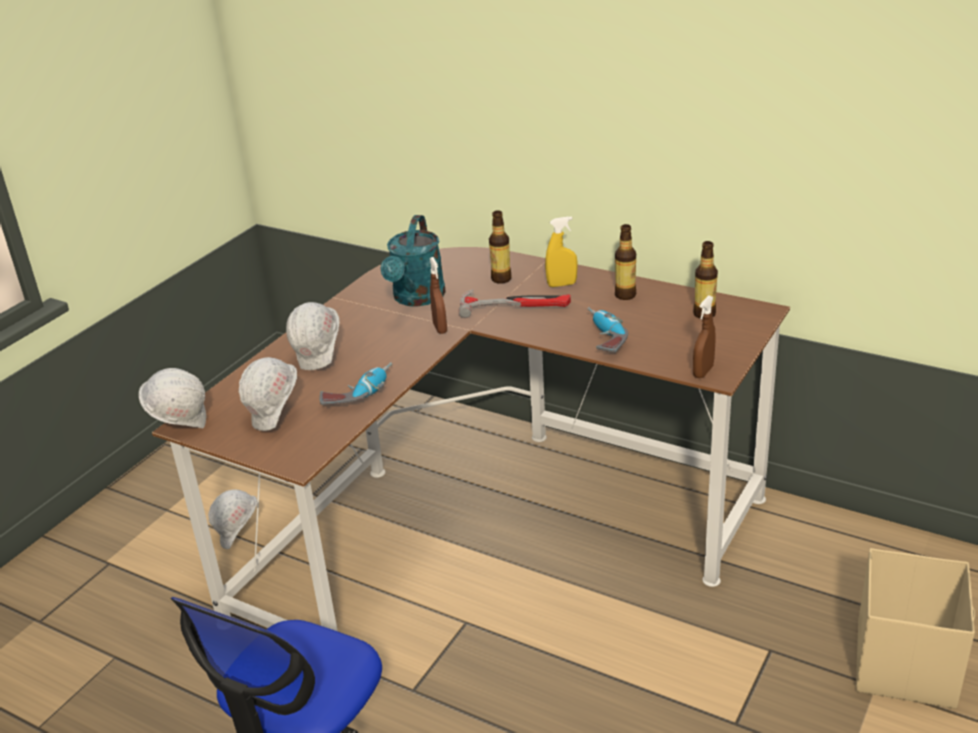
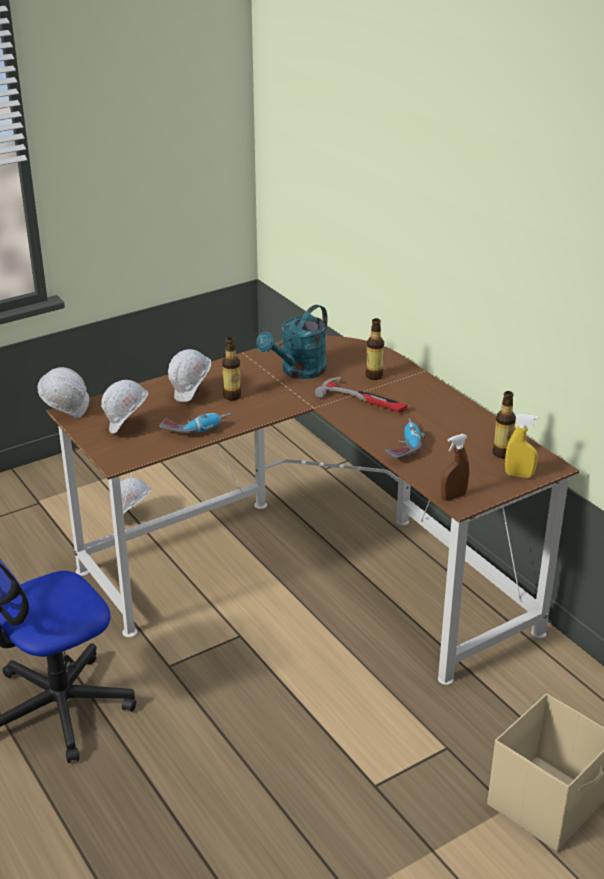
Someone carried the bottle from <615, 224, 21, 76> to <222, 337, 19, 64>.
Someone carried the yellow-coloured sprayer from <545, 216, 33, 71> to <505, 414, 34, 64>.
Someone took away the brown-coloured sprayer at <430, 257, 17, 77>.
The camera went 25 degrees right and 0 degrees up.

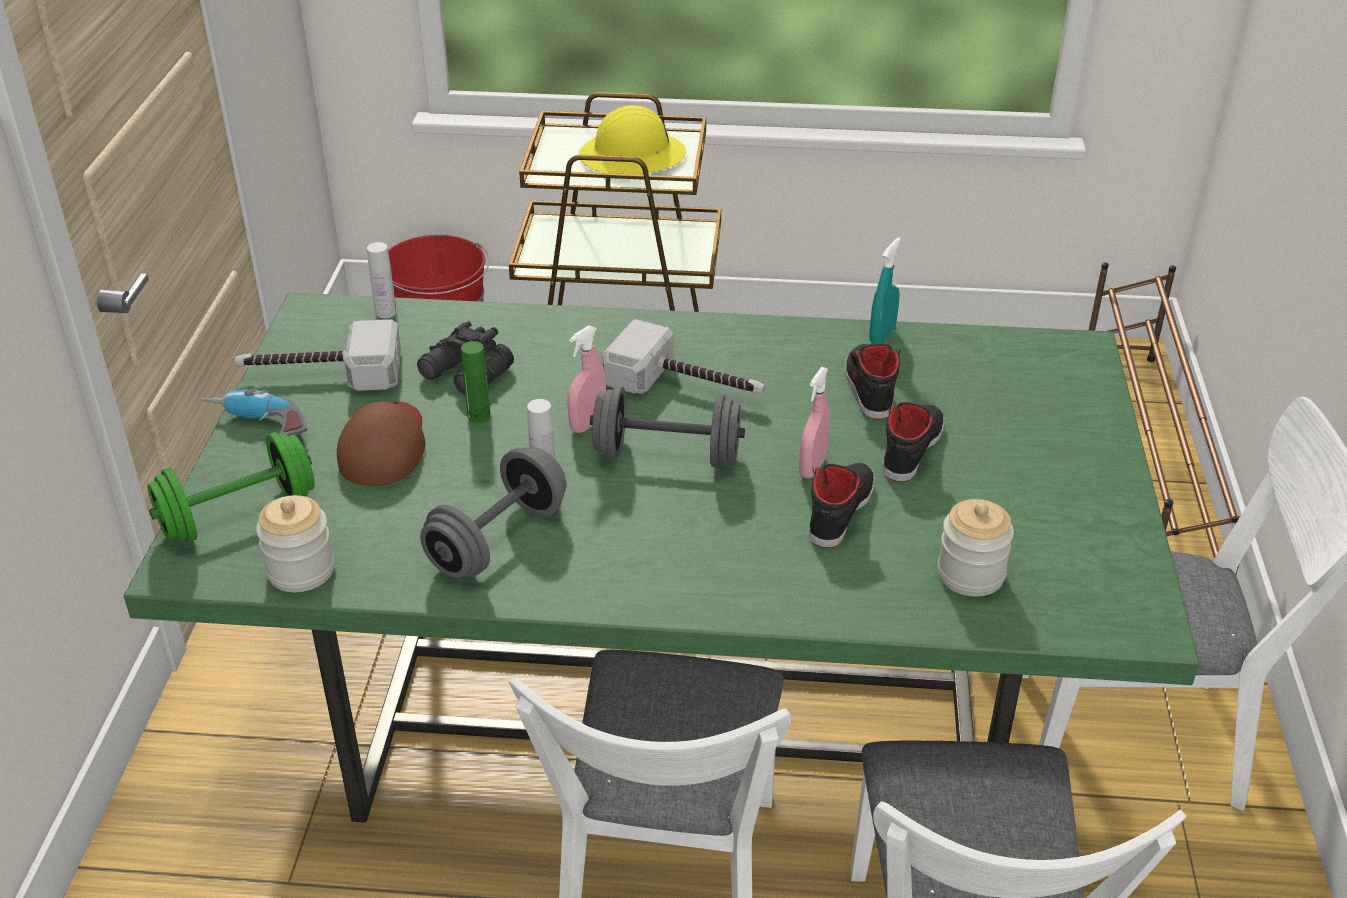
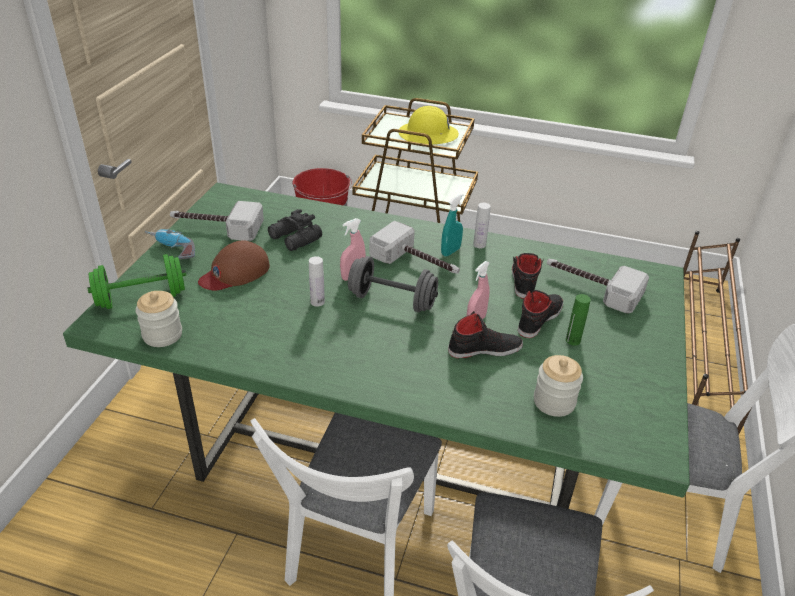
Someone rotated the brown-coloured cap at <337, 402, 88, 84> by 150 degrees counterclockwise.
Someone carried the turquoise-coloured sprayer from <869, 237, 32, 107> to <441, 194, 23, 62>.
Someone rotated the black shoe at <809, 463, 66, 85> by 45 degrees clockwise.
Someone carried the white bottle from <367, 242, 30, 76> to <473, 203, 18, 45>.
Someone put down the tool hammer at <547, 259, 102, 55>.
Someone carried the green bottle from <461, 341, 30, 82> to <566, 294, 25, 52>.
Someone took away the greyish hand weight at <420, 447, 147, 131>.
The camera went 10 degrees right and 0 degrees up.

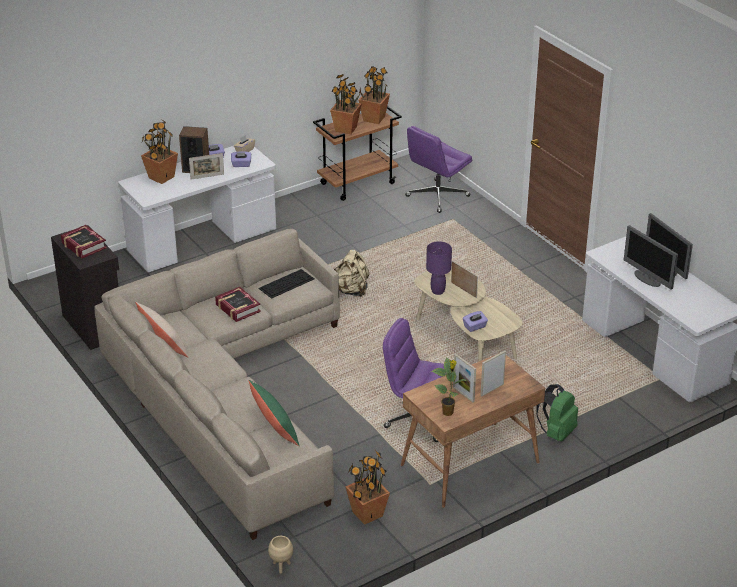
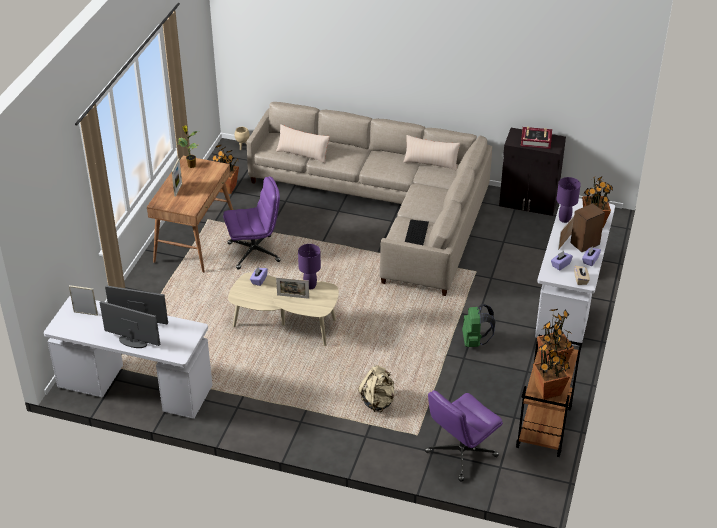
Someone carried the picture frame from <453, 354, 23, 48> to <69, 285, 29, 31>.
Someone repainted the green throw pillow at <248, 380, 52, 66>, which became the sand-coloured throw pillow at <276, 124, 54, 39>.
Someone carried the sand-coloured knapsack from <334, 249, 35, 48> to <358, 365, 36, 47>.
Someone rotated the purple-coloured computer chair at <405, 126, 68, 87> by 135 degrees counterclockwise.
Someone carried the green knapsack from <537, 384, 41, 58> to <462, 304, 33, 43>.
Someone put down the purple-coloured tabletop lamp at <556, 177, 25, 46>.
Someone took away the volume at <215, 287, 46, 35>.
The camera went 140 degrees right and 5 degrees up.

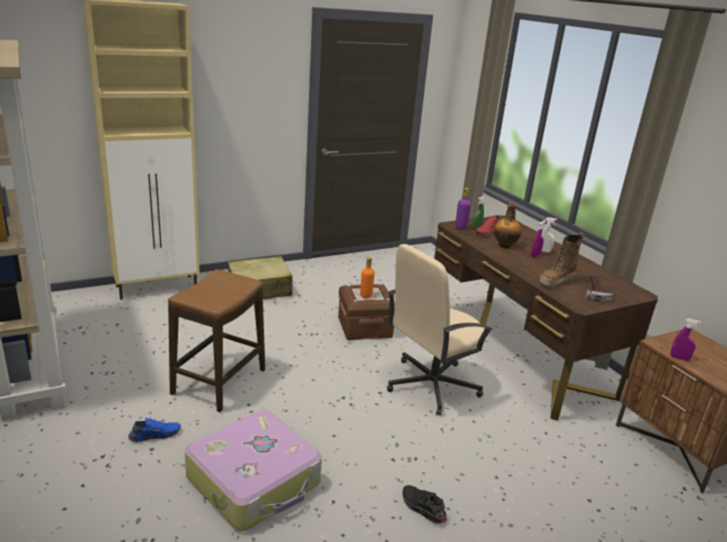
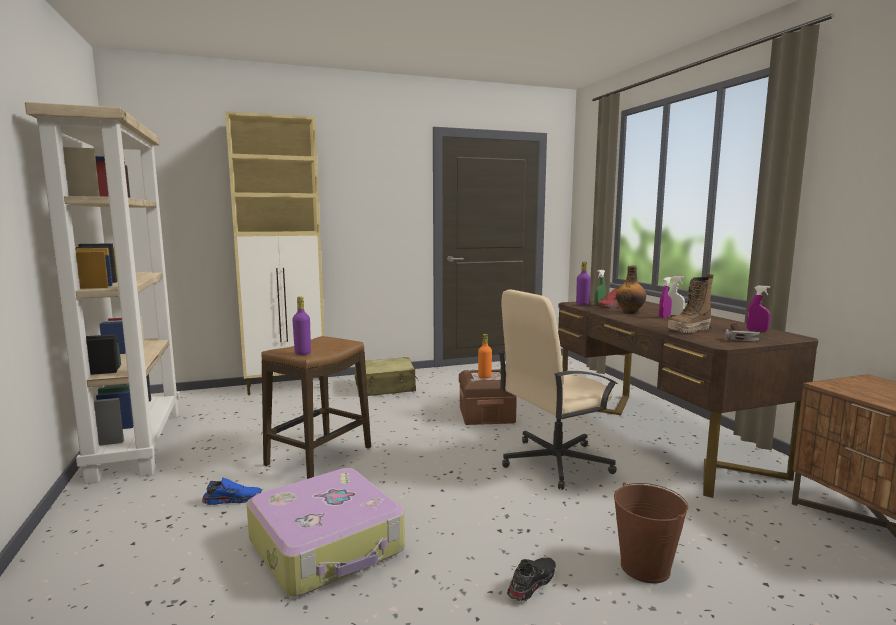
Someone put down the purple-coloured bottle at <292, 297, 19, 58>.
Someone rotated the black shoe at <403, 485, 44, 39> by 75 degrees clockwise.
Someone put down the brown-coloured bucket at <614, 482, 74, 101>.
Someone carried the purple-coloured sprayer from <670, 319, 31, 42> to <747, 286, 23, 46>.
The camera went 10 degrees right and 15 degrees down.

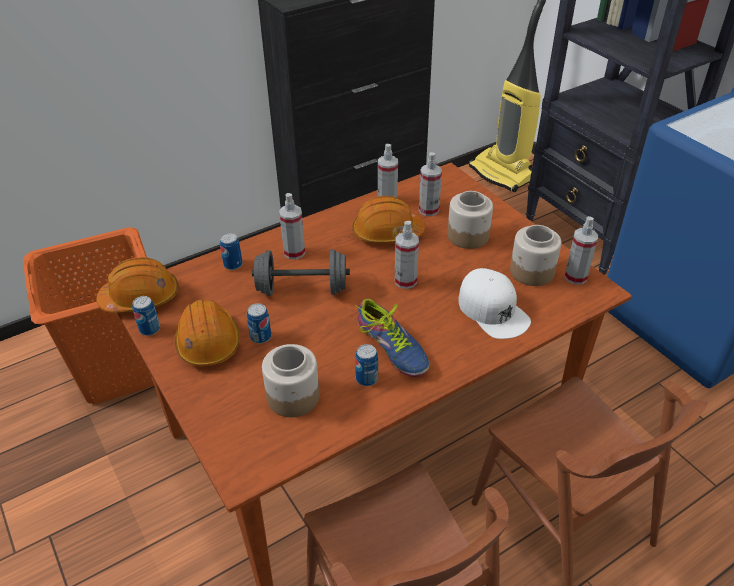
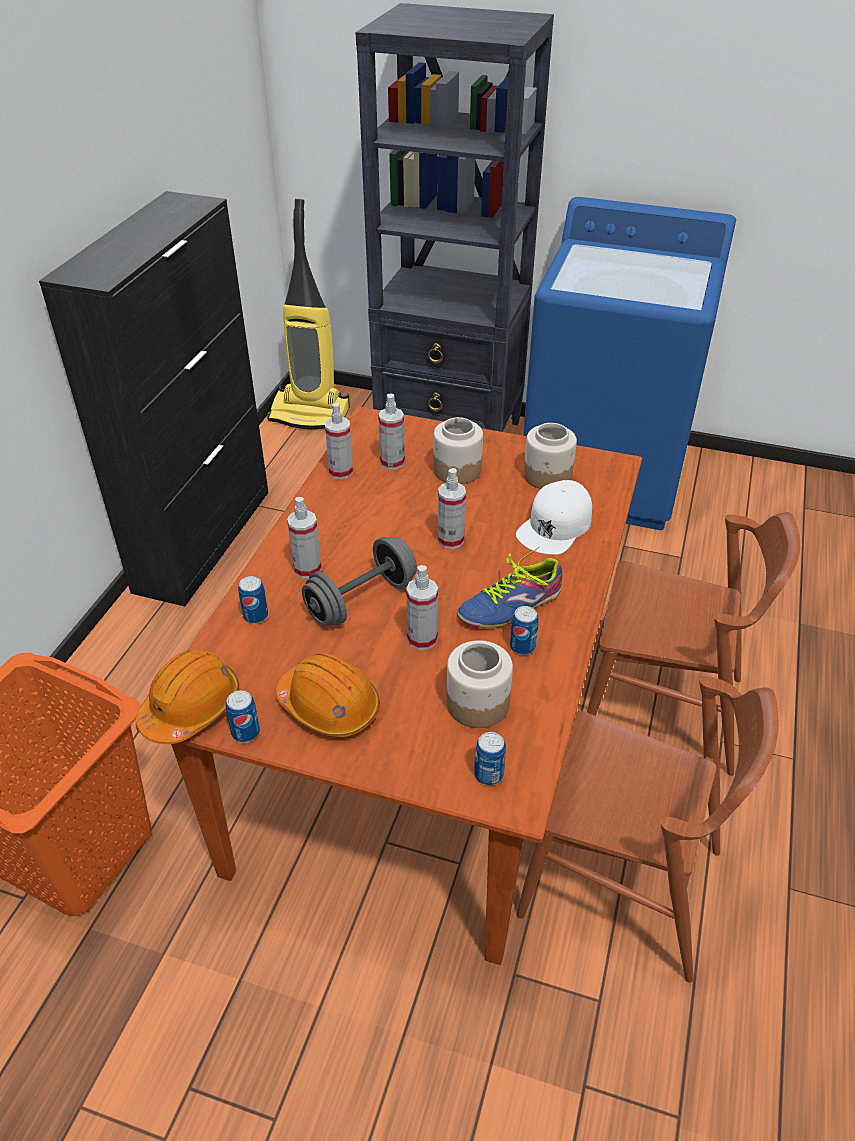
Someone carried the sprayer from <565, 216, 33, 68> to <406, 565, 32, 85>.
Someone rotated the shoe at <355, 299, 75, 78> by 135 degrees clockwise.
Someone carried the metal can from <247, 303, 24, 41> to <474, 732, 32, 54>.
Someone rotated the white cap at <458, 268, 73, 71> by 105 degrees clockwise.
Someone took away the orange work helmet at <352, 196, 73, 47>.
The camera went 40 degrees left and 0 degrees up.

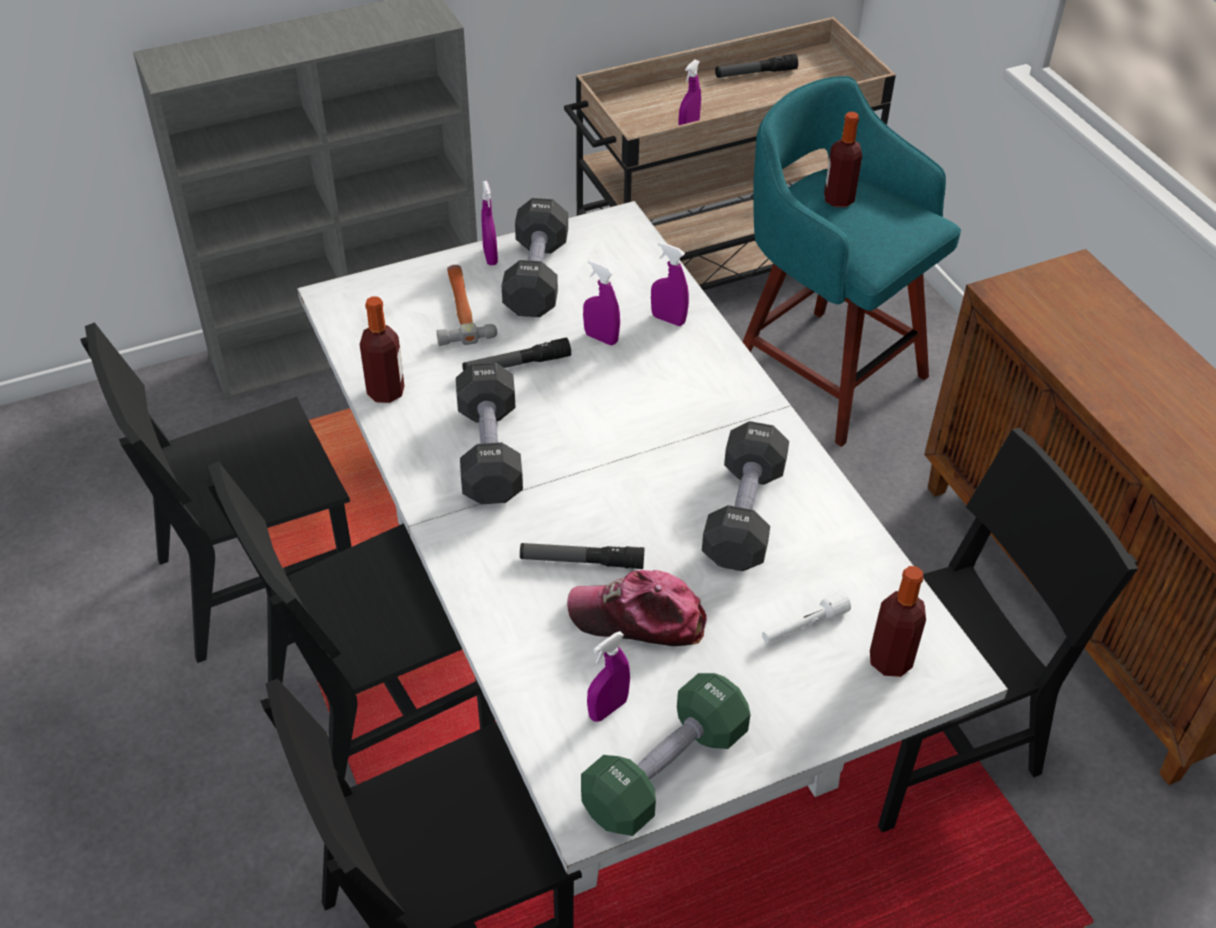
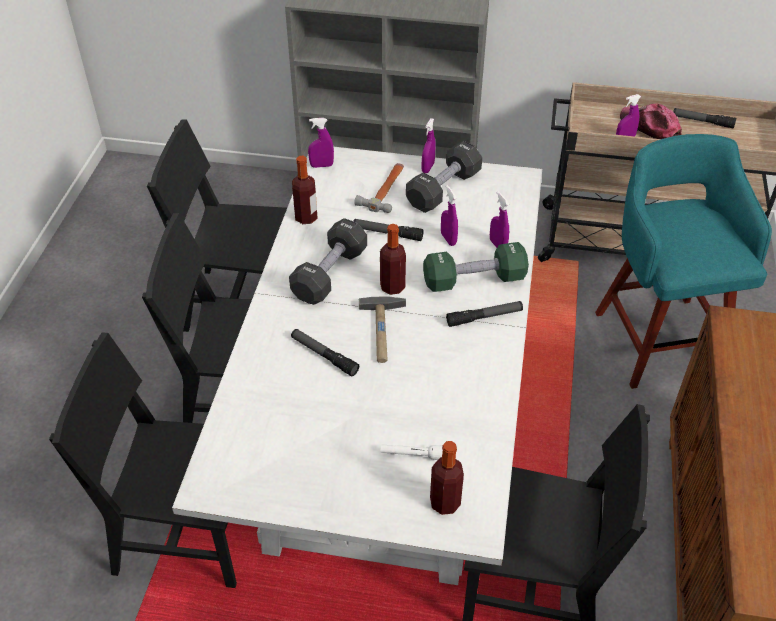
Someone carried the purple-coloured sprayer from <587, 631, 43, 91> to <308, 118, 26, 50>.
Someone put down the tool hammer at <359, 296, 47, 67>.
Someone carried the bottle from <824, 112, 38, 95> to <380, 224, 26, 71>.
Someone carried the green hand weight from <581, 673, 170, 163> to <423, 242, 106, 50>.
Someone put down the torch at <446, 301, 77, 26>.
Someone carried the cap from <567, 570, 140, 76> to <620, 103, 62, 36>.
Someone took away the black hand weight at <702, 421, 87, 150>.
The camera went 35 degrees right and 0 degrees up.

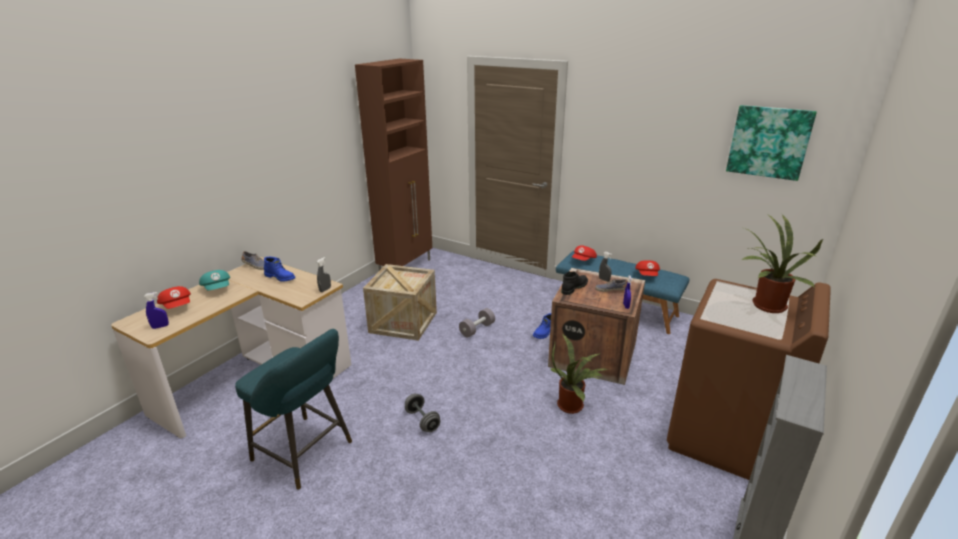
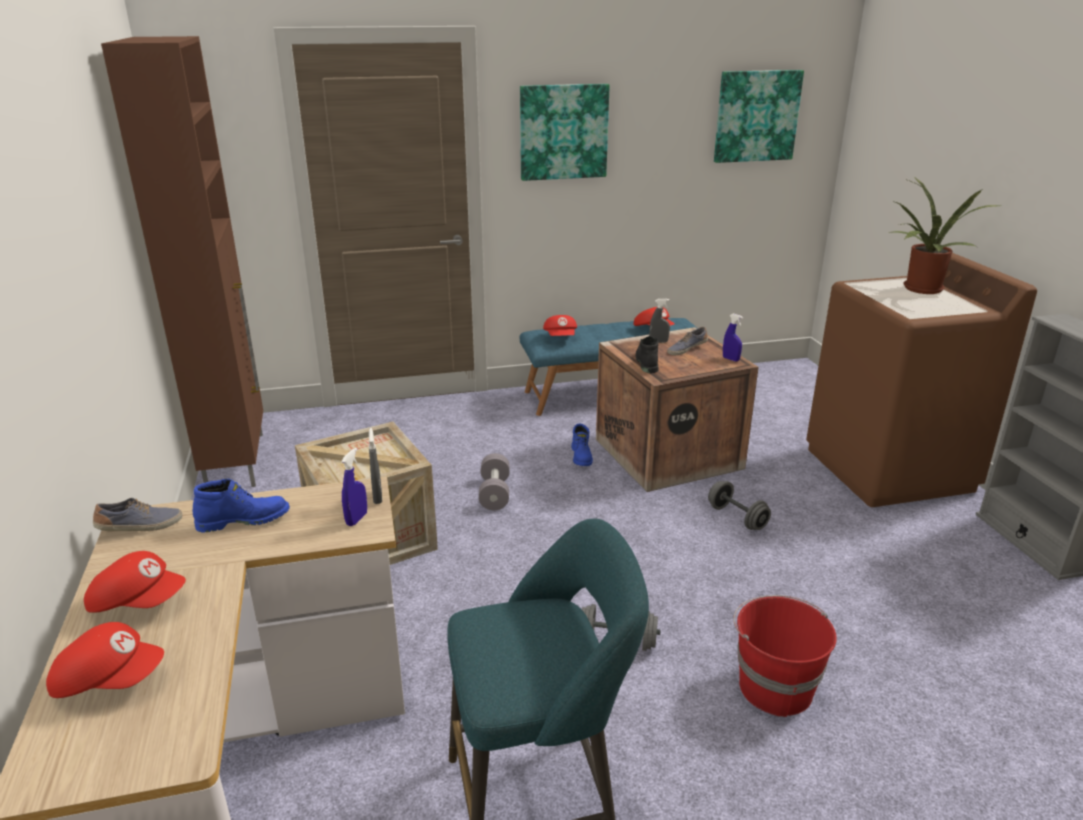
Someone repainted the turquoise-coloured cap at <199, 270, 31, 20>, which became the reddish cap at <84, 551, 102, 62>.
Someone carried the blue sprayer from <144, 292, 25, 37> to <341, 448, 26, 78>.
Someone put up the picture at <520, 84, 90, 97>.
Someone swapped the plant in a pot at <550, 334, 58, 80> for the greyish hand weight at <708, 481, 63, 49>.
Someone put down the reddish bucket at <733, 595, 104, 122>.
The camera went 45 degrees left and 0 degrees up.

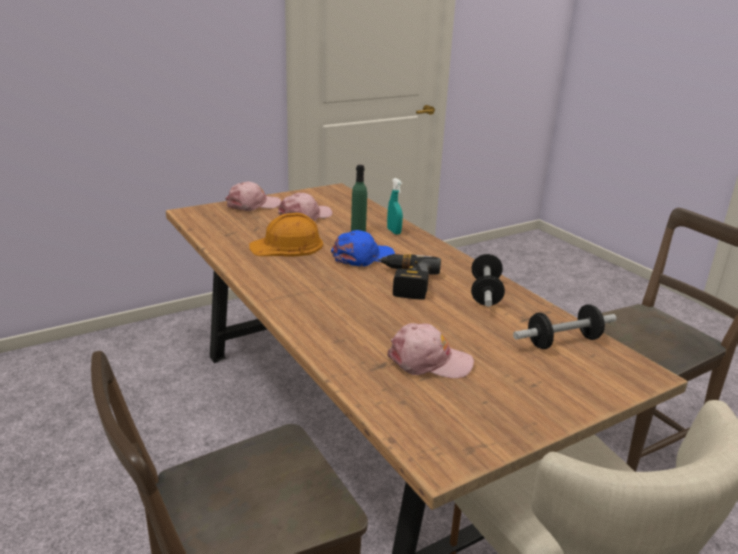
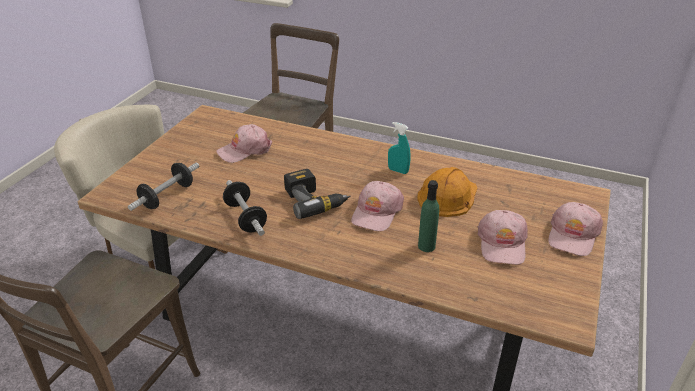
Someone repainted the blue cap at <331, 230, 64, 37>, which became the pinkish cap at <351, 181, 53, 50>.
Someone carried the turquoise-coloured sprayer from <387, 178, 16, 57> to <388, 122, 23, 52>.
The camera went 145 degrees right and 10 degrees up.

